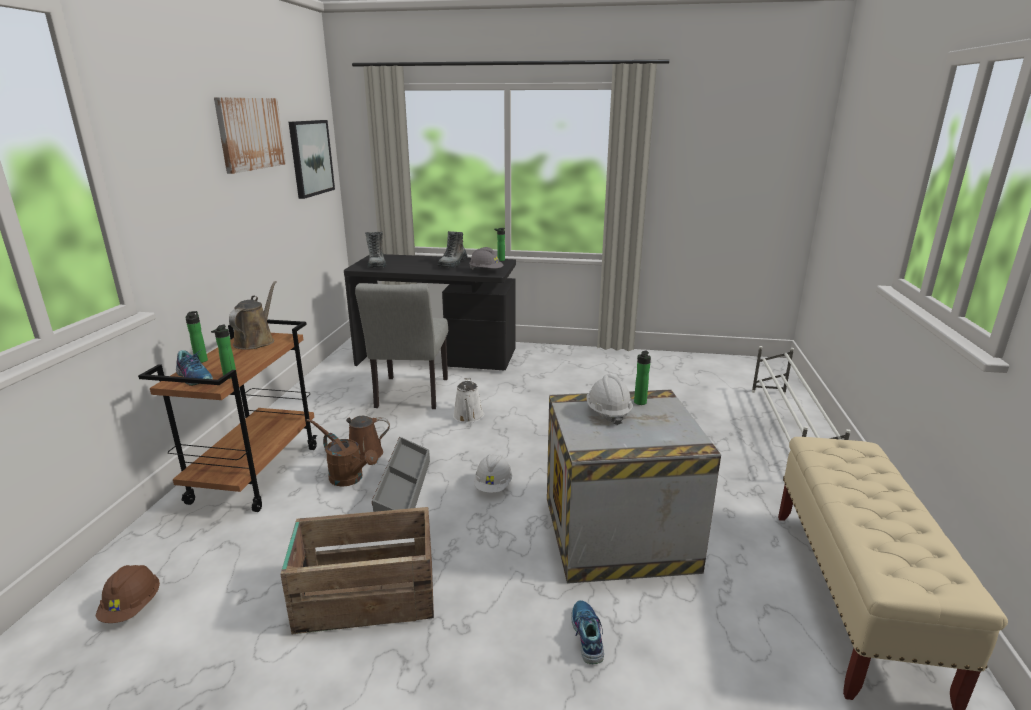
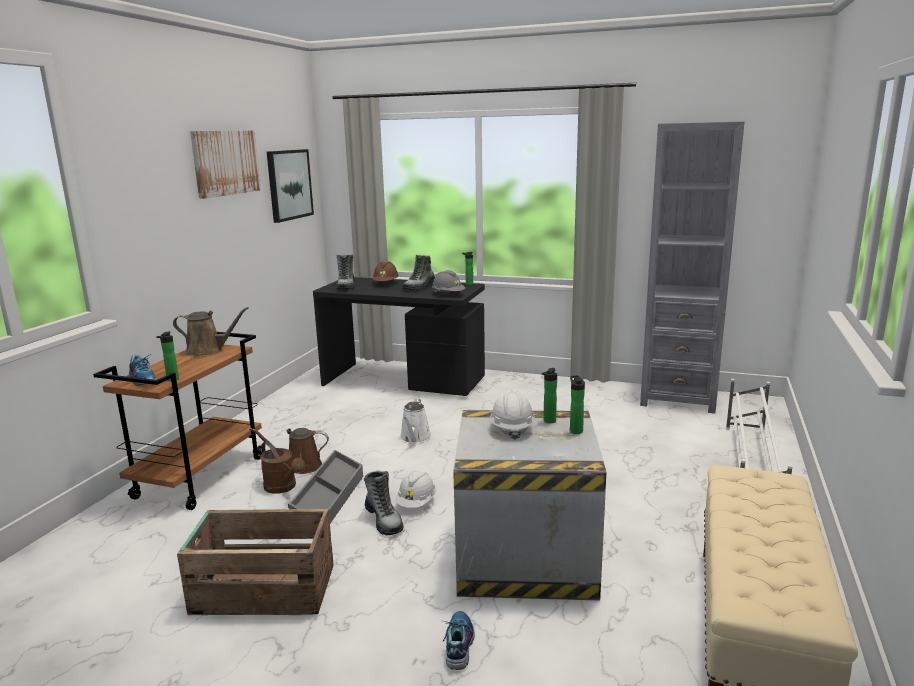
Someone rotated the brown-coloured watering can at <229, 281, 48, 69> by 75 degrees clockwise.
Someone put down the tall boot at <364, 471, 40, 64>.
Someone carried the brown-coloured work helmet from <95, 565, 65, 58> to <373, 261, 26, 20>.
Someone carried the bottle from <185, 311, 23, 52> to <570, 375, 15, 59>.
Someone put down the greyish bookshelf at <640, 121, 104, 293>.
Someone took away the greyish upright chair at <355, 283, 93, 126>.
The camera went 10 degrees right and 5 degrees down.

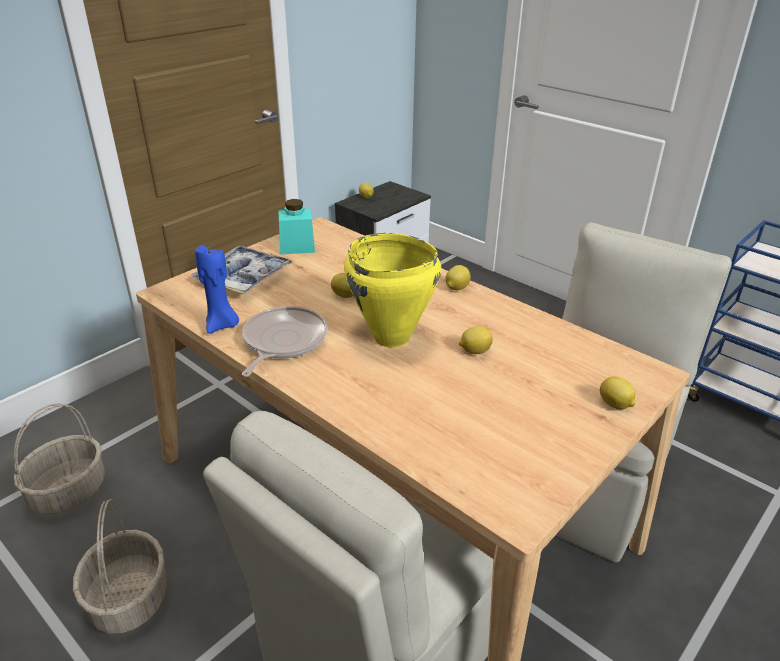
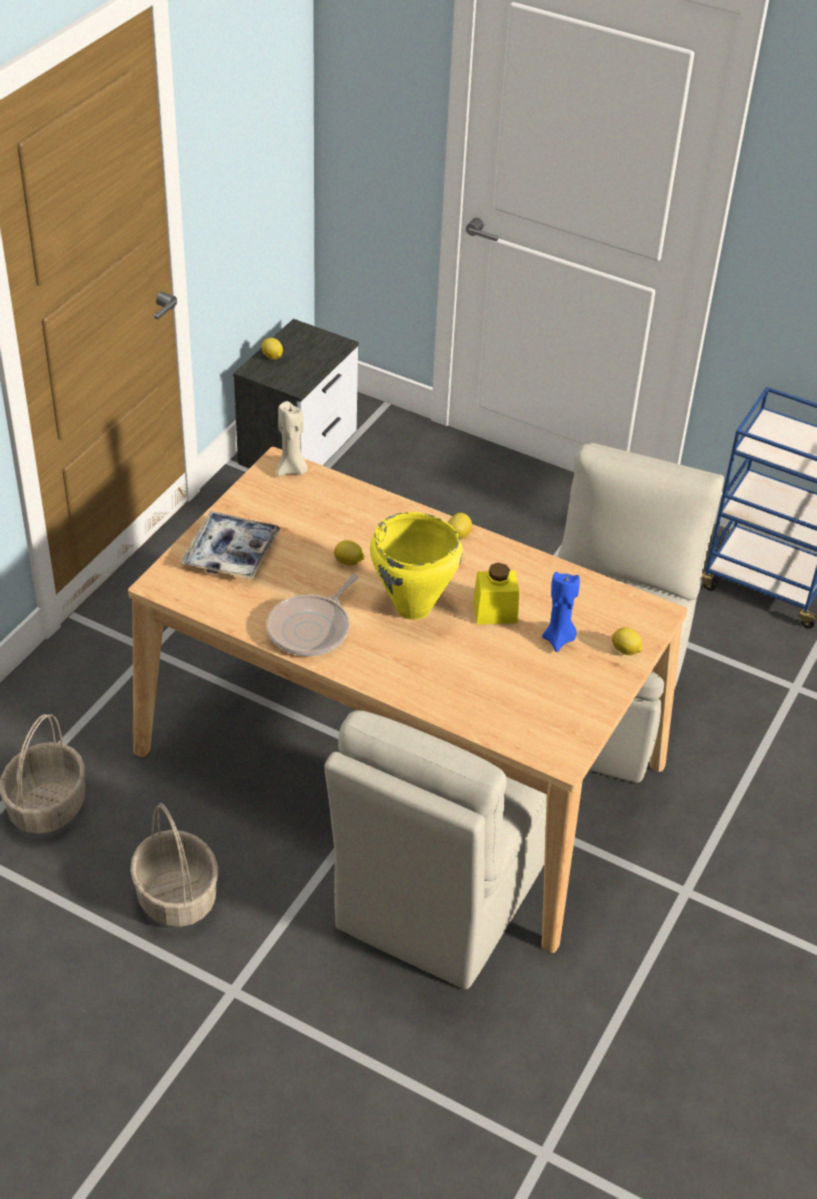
Someone rotated the skillet at <242, 306, 85, 71> by 150 degrees counterclockwise.
Someone put down the sand-coloured wax light at <276, 401, 32, 75>.
Someone swapped the whole lemon at <459, 326, 33, 28> for the yellow-coloured storage jar at <473, 563, 46, 62>.
Someone carried the blue wax light from <195, 245, 44, 89> to <542, 572, 38, 80>.
Someone took away the turquoise-coloured storage jar at <279, 199, 36, 56>.
The camera went 15 degrees left and 10 degrees up.

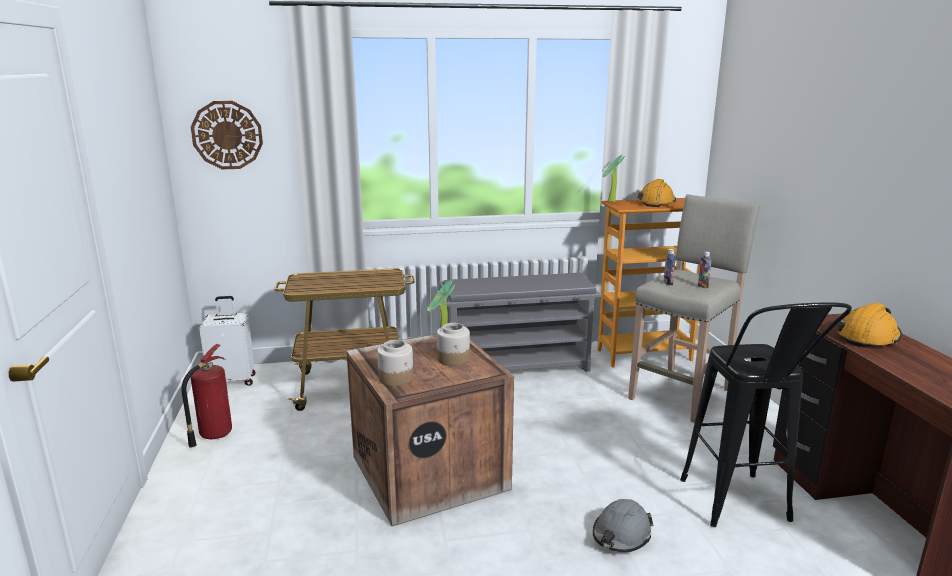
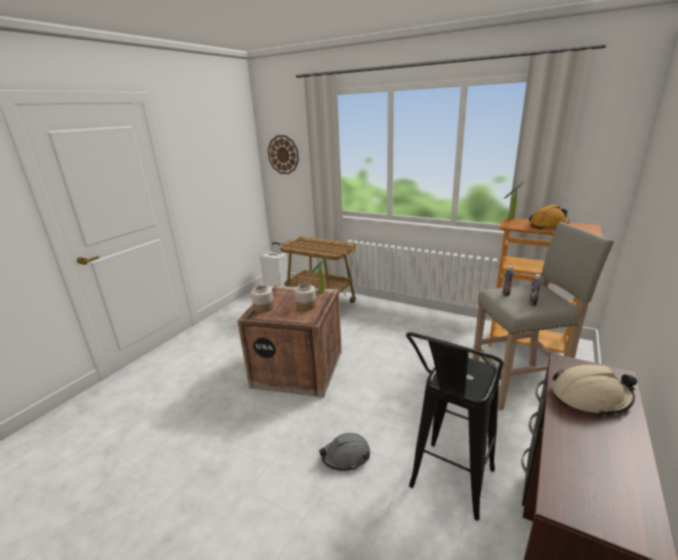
Someone repainted the orange work helmet at <836, 303, 66, 45>, which became the sand-coloured work helmet at <552, 365, 85, 52>.
Someone took away the fire extinguisher at <182, 344, 50, 104>.
Someone took away the greyish shoe rack at <439, 273, 162, 99>.
The camera went 40 degrees right and 5 degrees up.

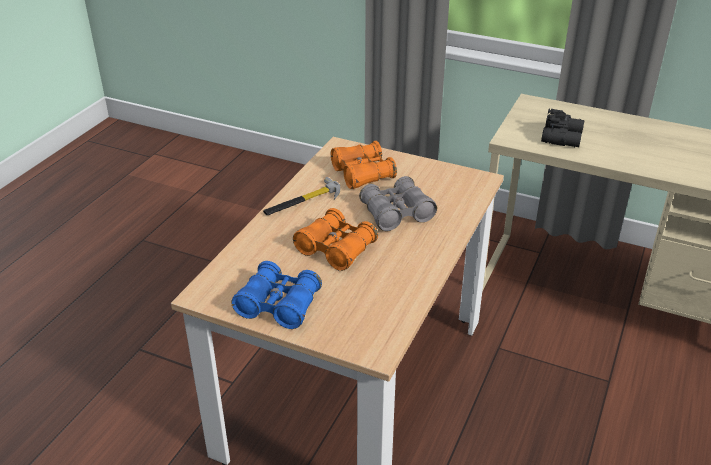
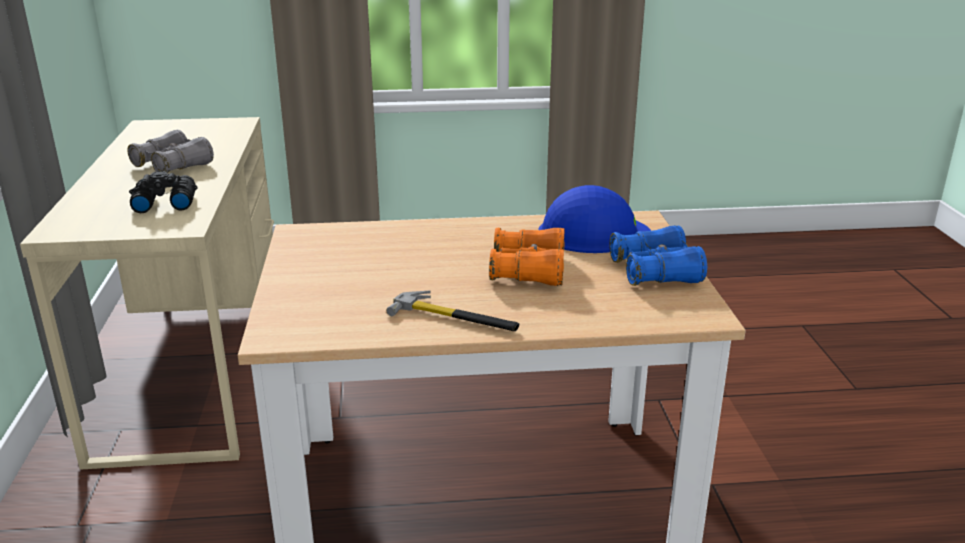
Someone carried the greyish binoculars from <359, 176, 78, 55> to <127, 130, 87, 44>.
Someone put down the blue work helmet at <539, 185, 112, 68>.
Someone took away the orange binoculars at <331, 141, 66, 48>.
The camera went 120 degrees left and 10 degrees down.

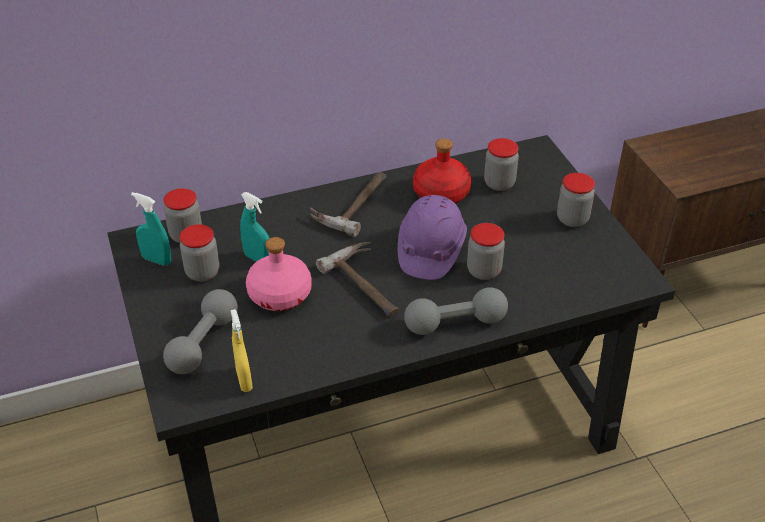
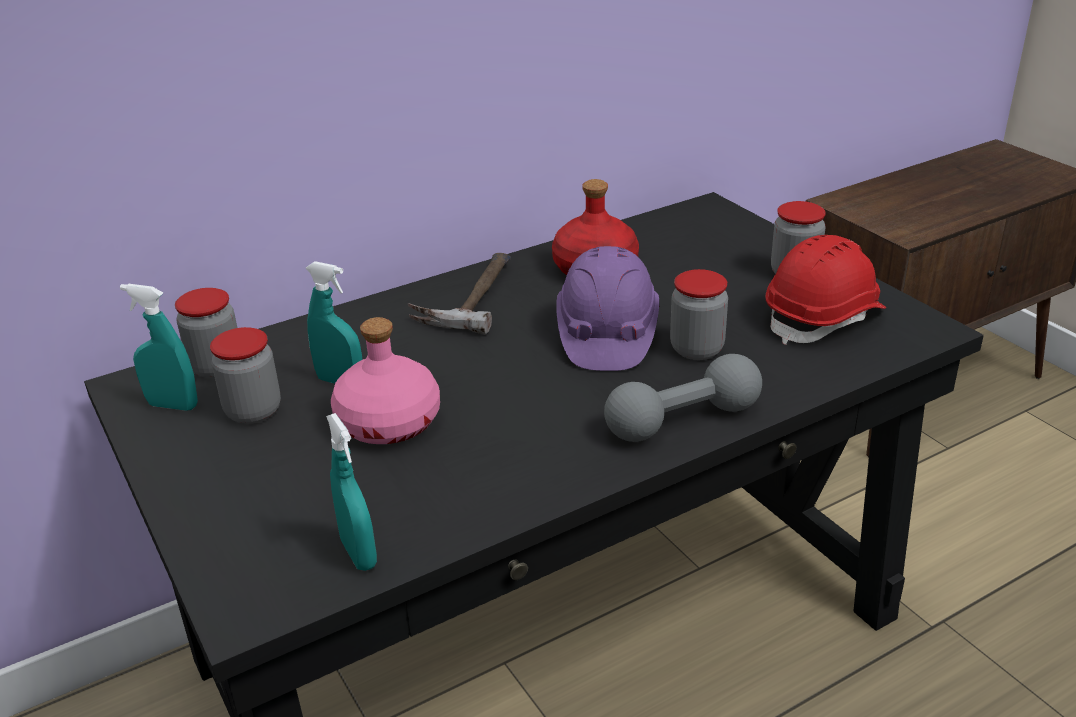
Someone repainted the yellow-coloured sprayer at <231, 309, 22, 83>, which became the turquoise-coloured sprayer at <326, 413, 51, 158>.
Someone put down the reddish work helmet at <766, 235, 120, 110>.
Someone took away the greyish hand weight at <163, 289, 75, 85>.
Someone took away the tool hammer at <315, 242, 84, 74>.
Someone took away the storage jar at <484, 138, 35, 53>.
The camera went 10 degrees left and 10 degrees down.

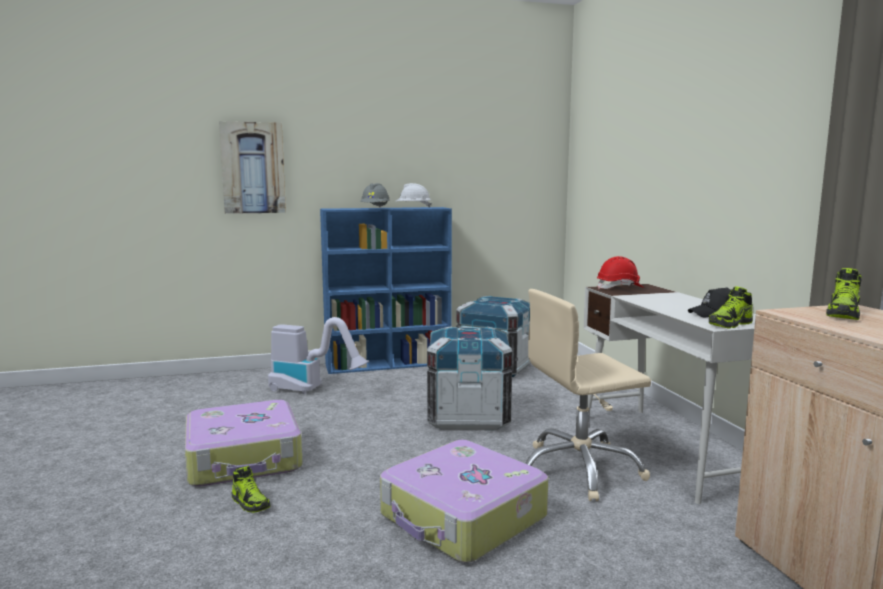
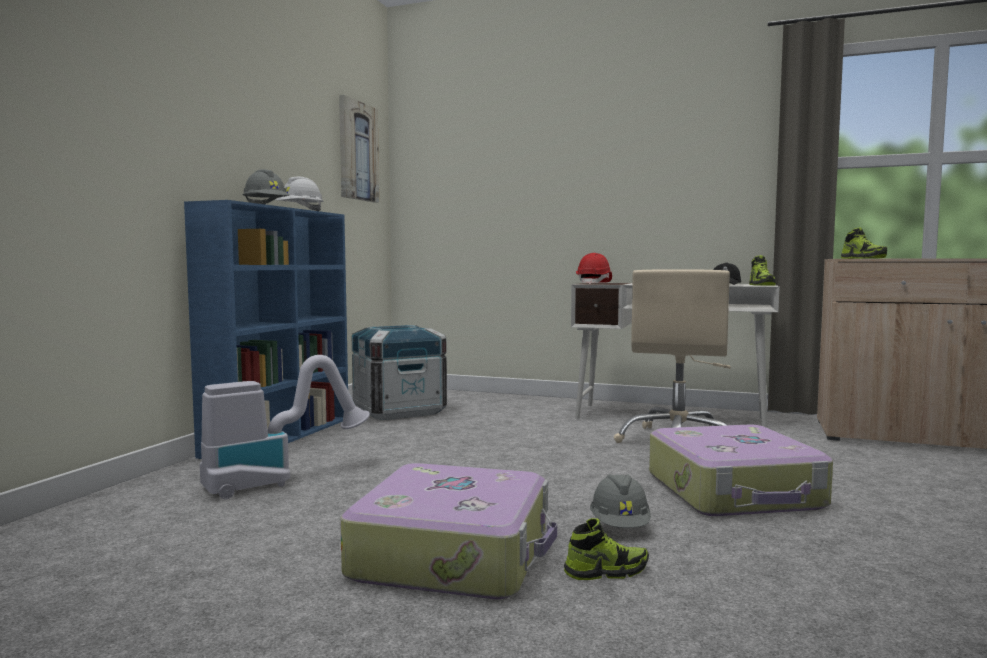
Someone carried the picture from <219, 121, 67, 93> to <339, 95, 40, 108>.
Someone put down the greyish work helmet at <590, 474, 61, 54>.
Someone took away the crate at <427, 326, 86, 104>.
The camera went 55 degrees left and 5 degrees down.

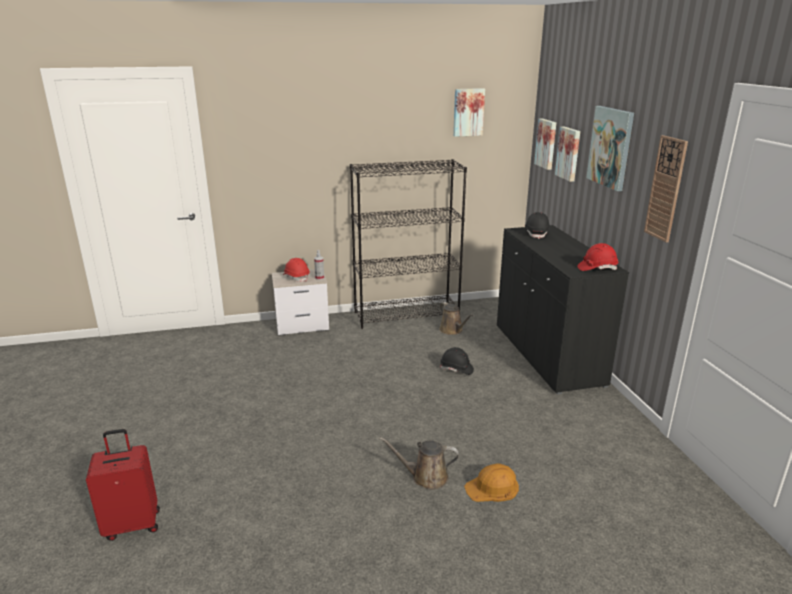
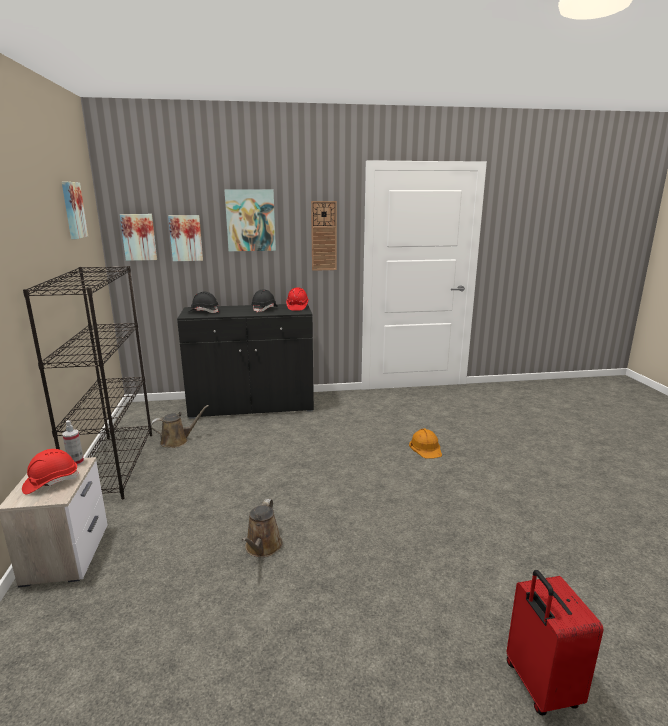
Someone carried the brown-coloured watering can from <380, 437, 79, 53> to <242, 499, 41, 58>.
Someone carried the black work helmet from <440, 347, 34, 28> to <251, 289, 27, 24>.
The camera went 85 degrees left and 5 degrees down.

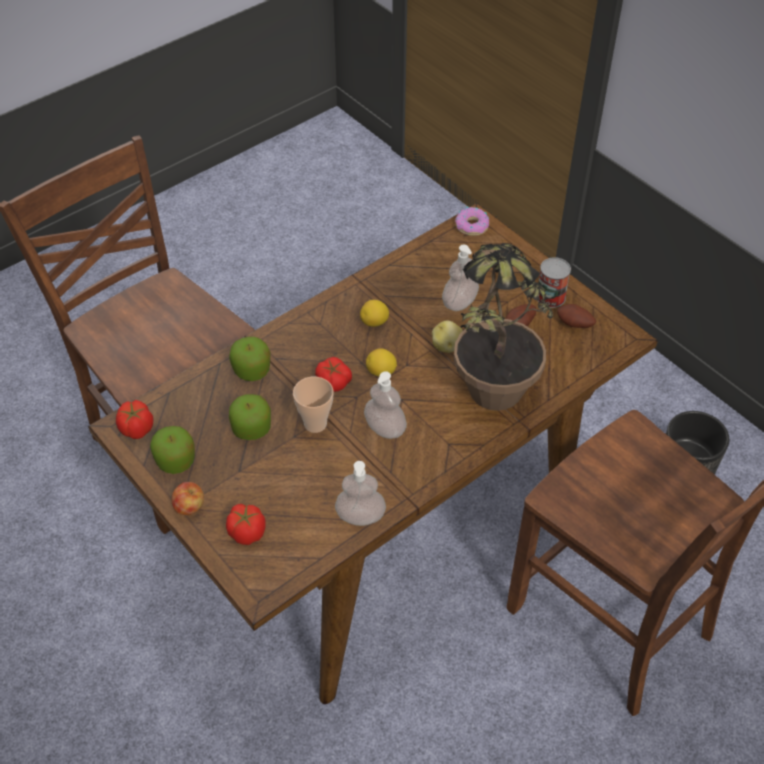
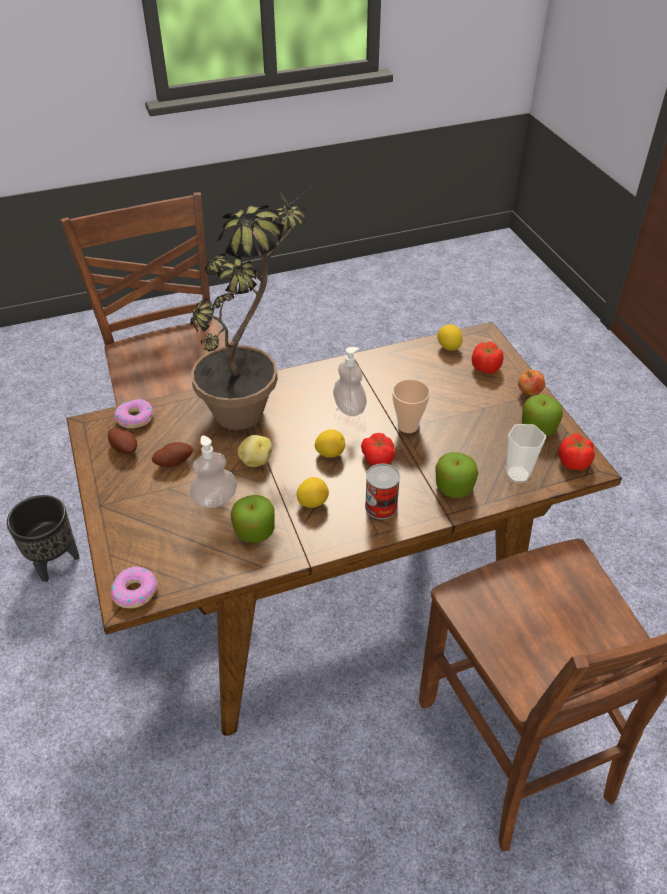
Someone put down the donut at <114, 399, 39, 29>.
Someone carried the apple from <229, 394, 42, 46> to <231, 495, 44, 48>.
Someone carried the metal can from <537, 257, 34, 51> to <365, 464, 35, 55>.
Someone put down the whole lemon at <437, 324, 25, 27>.
Someone put down the cup at <506, 424, 40, 59>.
Someone took away the soap bottle at <335, 461, 51, 65>.
The camera went 160 degrees left and 5 degrees down.

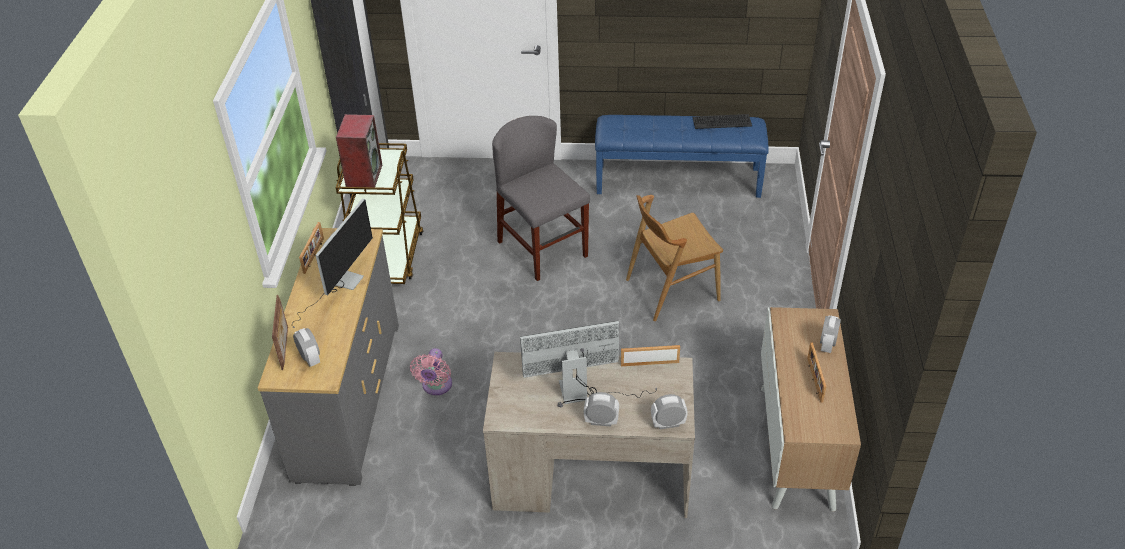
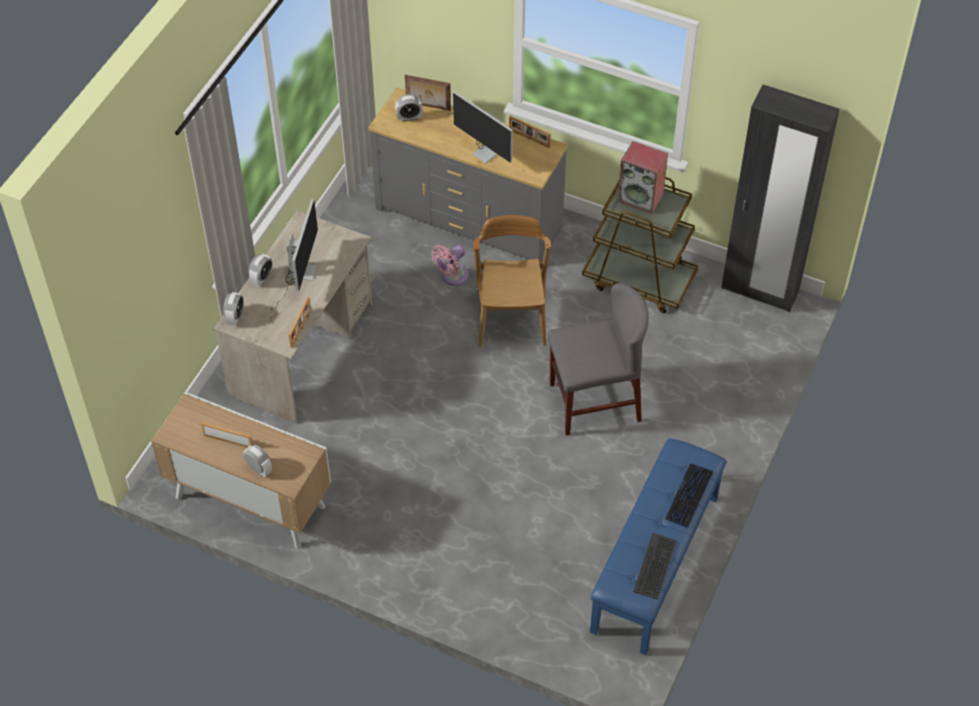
Someone rotated the pinkish cooling fan at <410, 348, 42, 47> by 75 degrees counterclockwise.
Someone carried the brown-coloured upright chair from <626, 195, 97, 126> to <473, 215, 78, 132>.
Someone put down the computer keyboard at <665, 464, 48, 64>.
The camera went 110 degrees right and 10 degrees up.

